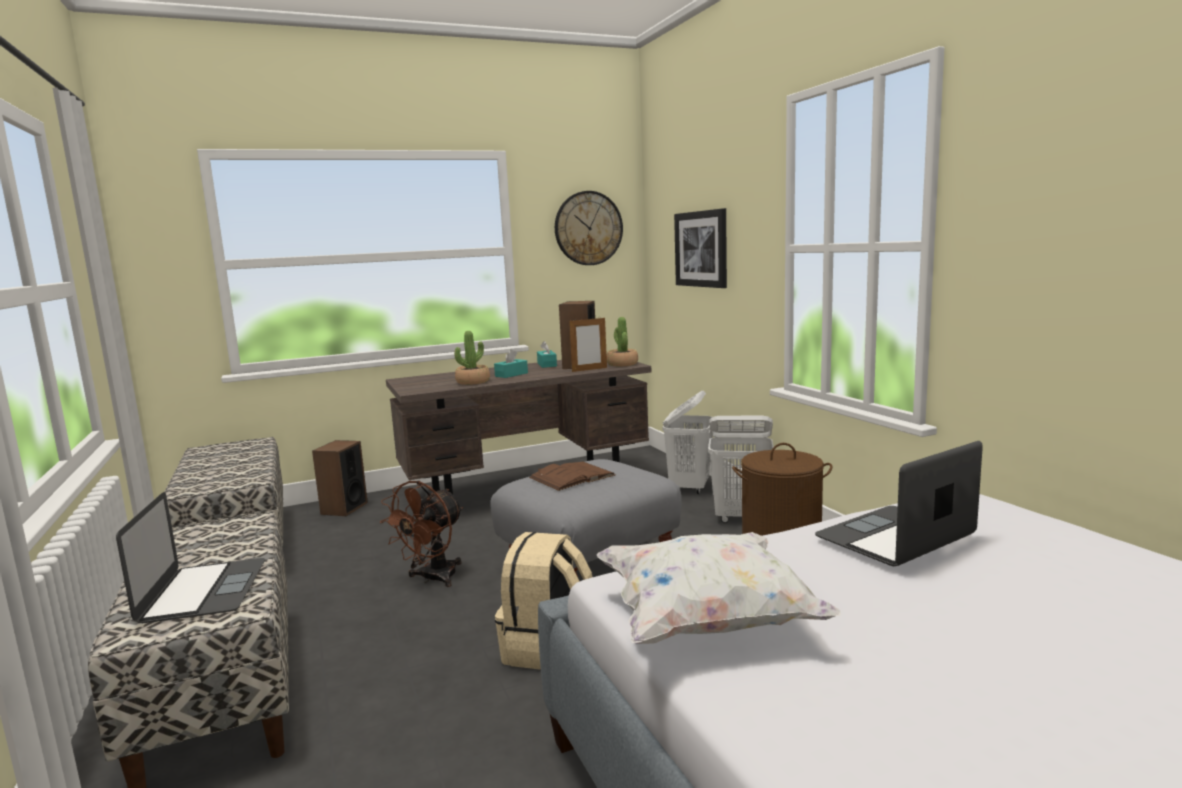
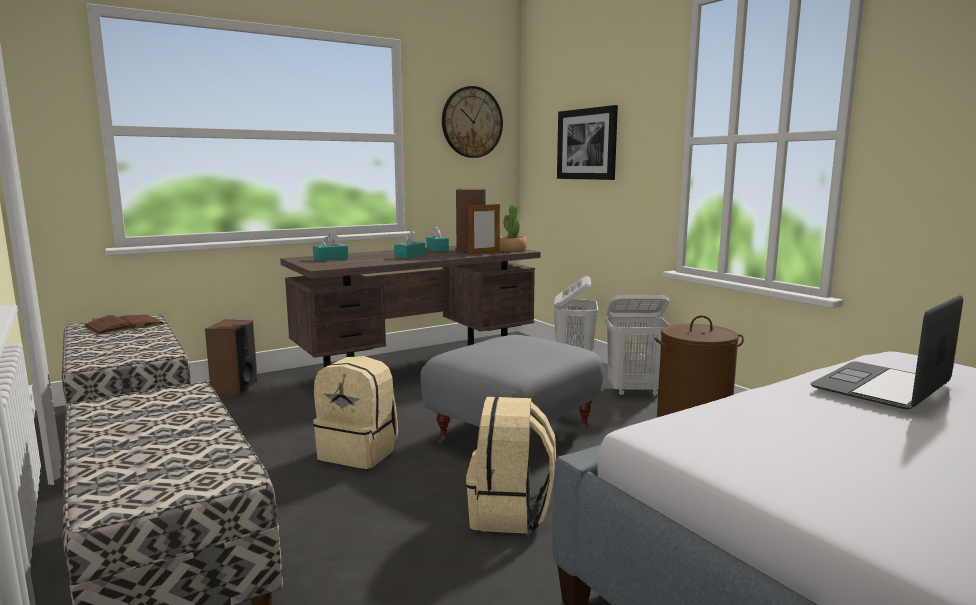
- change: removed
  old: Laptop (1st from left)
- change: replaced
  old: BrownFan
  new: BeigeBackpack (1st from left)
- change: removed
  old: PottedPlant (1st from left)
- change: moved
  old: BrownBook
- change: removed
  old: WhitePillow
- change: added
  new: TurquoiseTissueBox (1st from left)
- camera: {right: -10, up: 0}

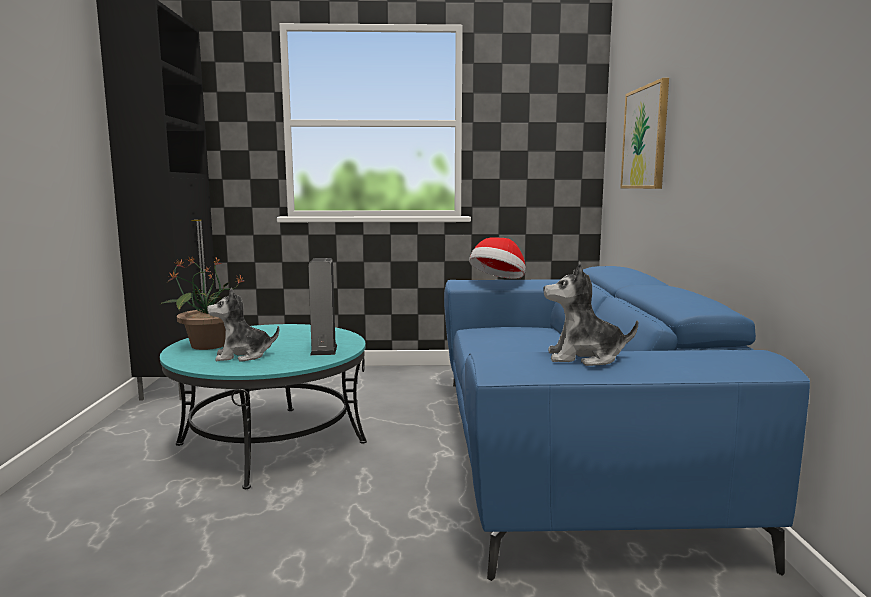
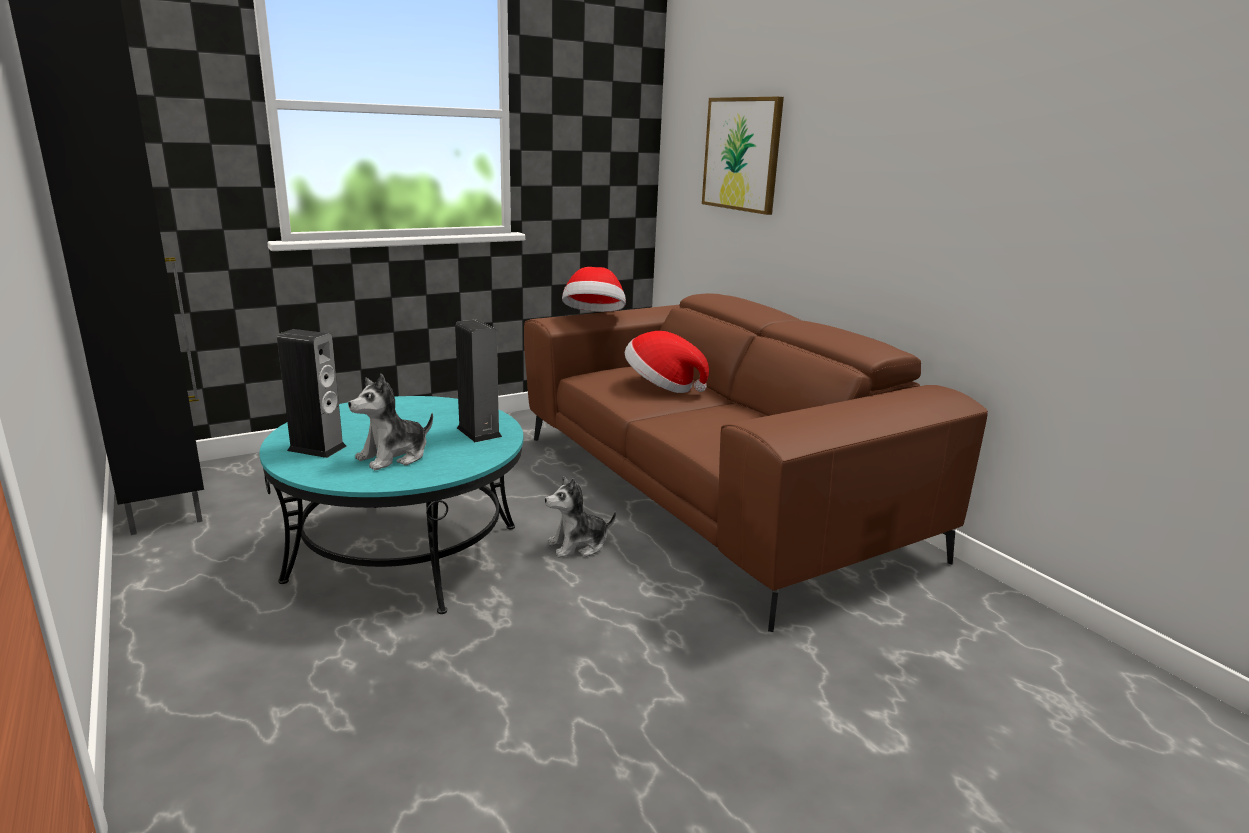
- change: replaced
  old: PottedPlant
  new: Speaker (1st from left)
- change: recoloured
  old: BlueSofa
  new: BrownSofa
- change: moved
  old: PlushToy (2nd from left)
- change: added
  new: Hat (2nd from left)
- camera: {right: -30, up: 10}

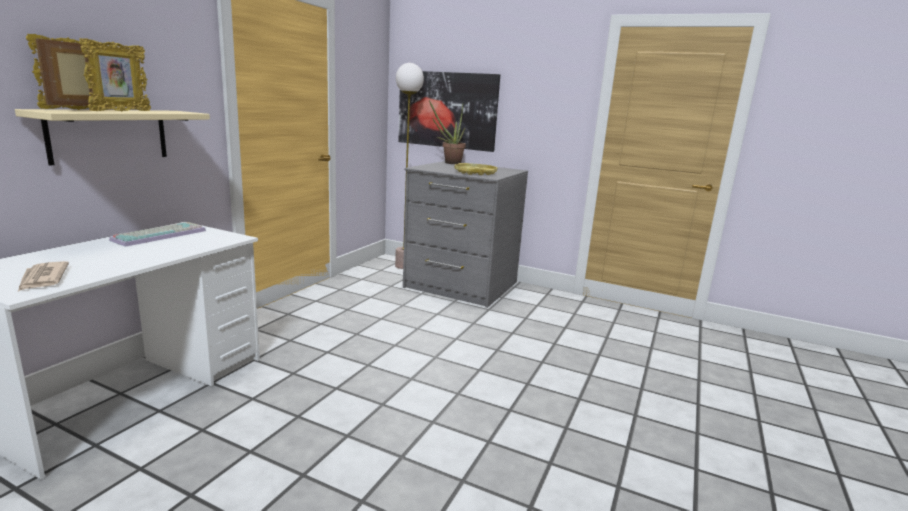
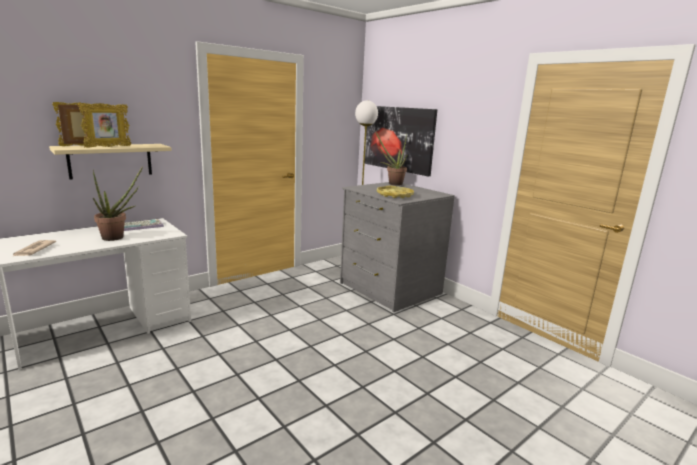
- change: added
  new: PottedPlant (1st from left)
- camera: {right: 25, up: 0}

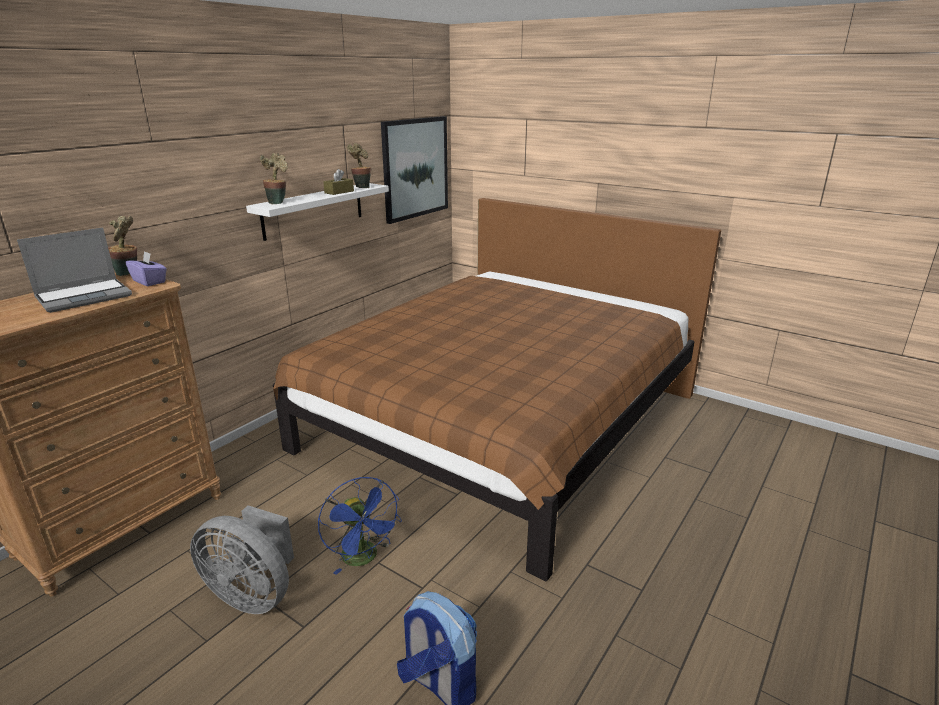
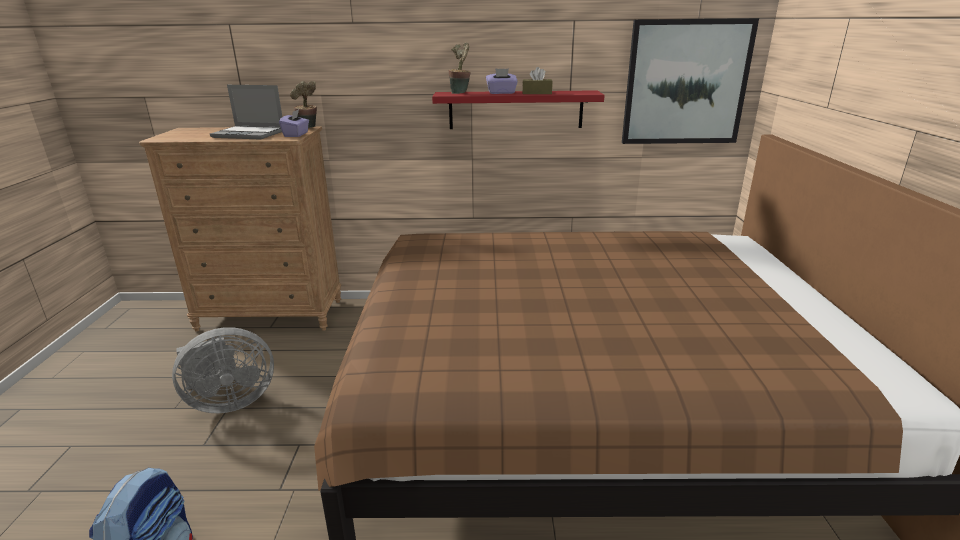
- change: turned
  old: GreyFan
  degrees: -105
- change: recoloured
  old: WhiteShelf
  new: RedShelf
- change: removed
  old: BlueFan
- change: removed
  old: PottedPlant (3rd from left)
- change: added
  new: PurpleTissueBox (2nd from left)
- camera: {right: 55, up: 0}

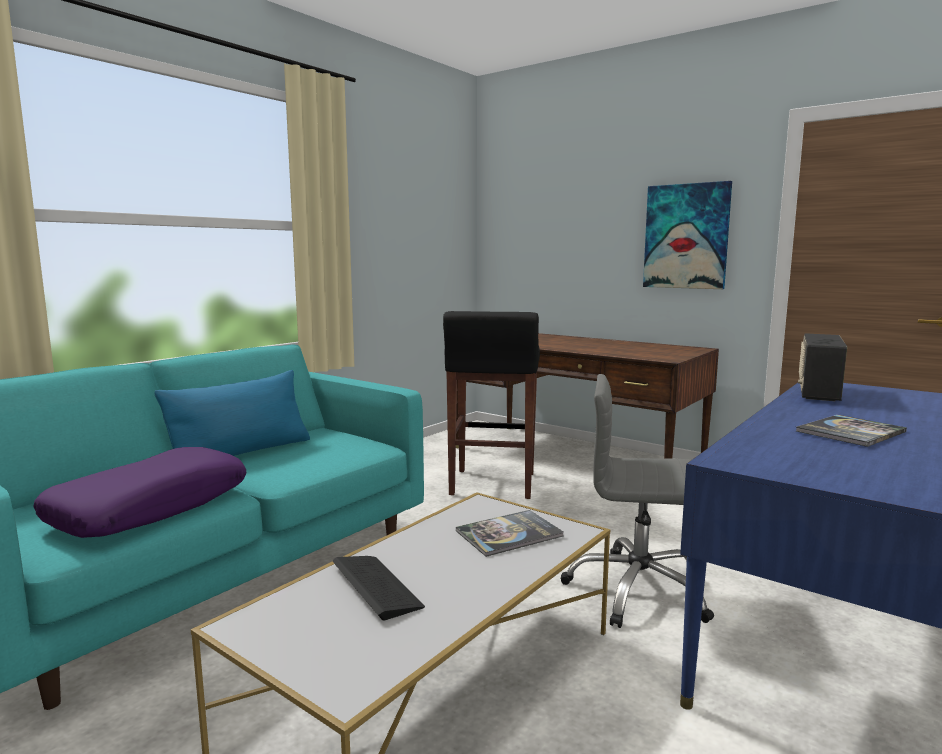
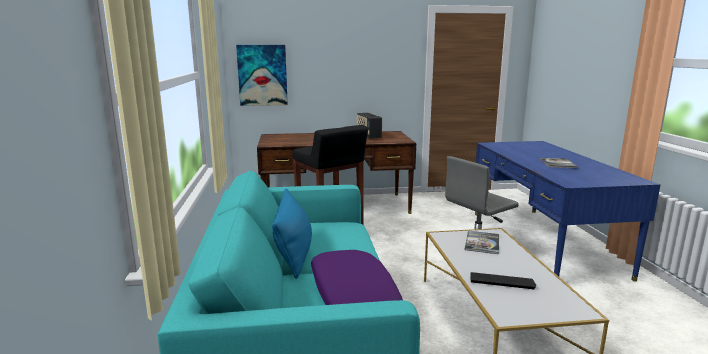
- change: moved
  old: Picture
- change: moved
  old: Radio
- camera: {right: -45, up: 5}

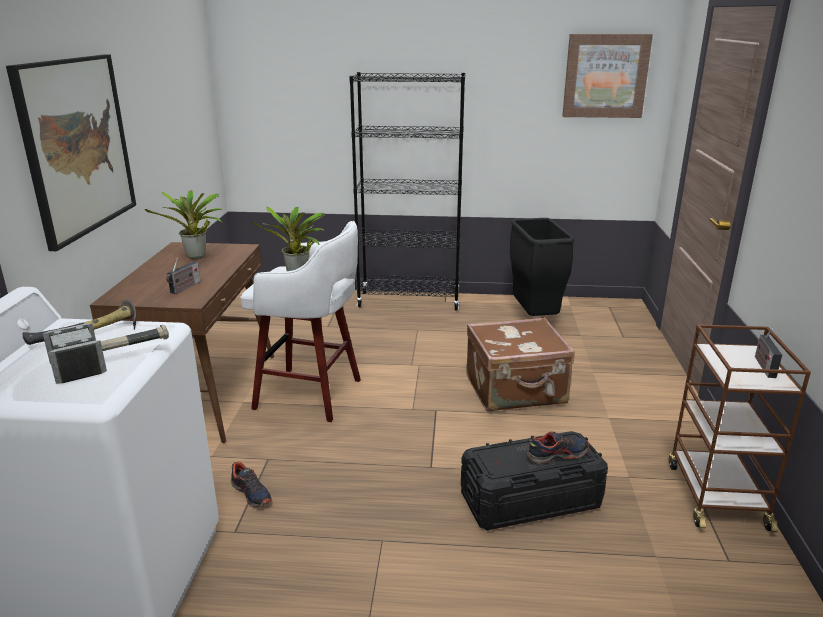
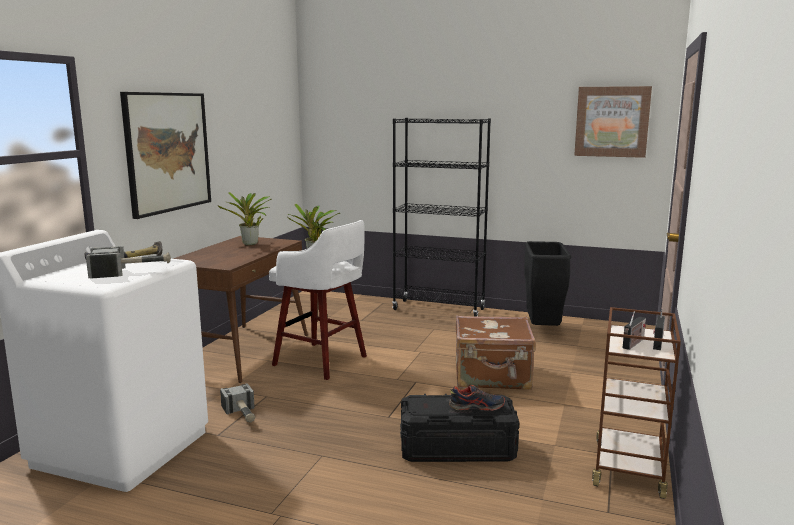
- change: moved
  old: Radio (1st from left)
- change: replaced
  old: Shoe (1st from left)
  new: Hammer (3rd from left)
- camera: {right: 15, up: -10}

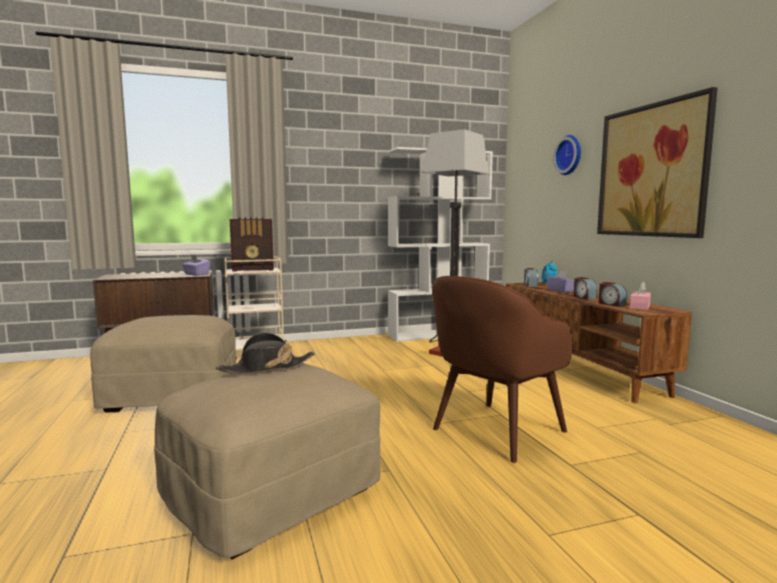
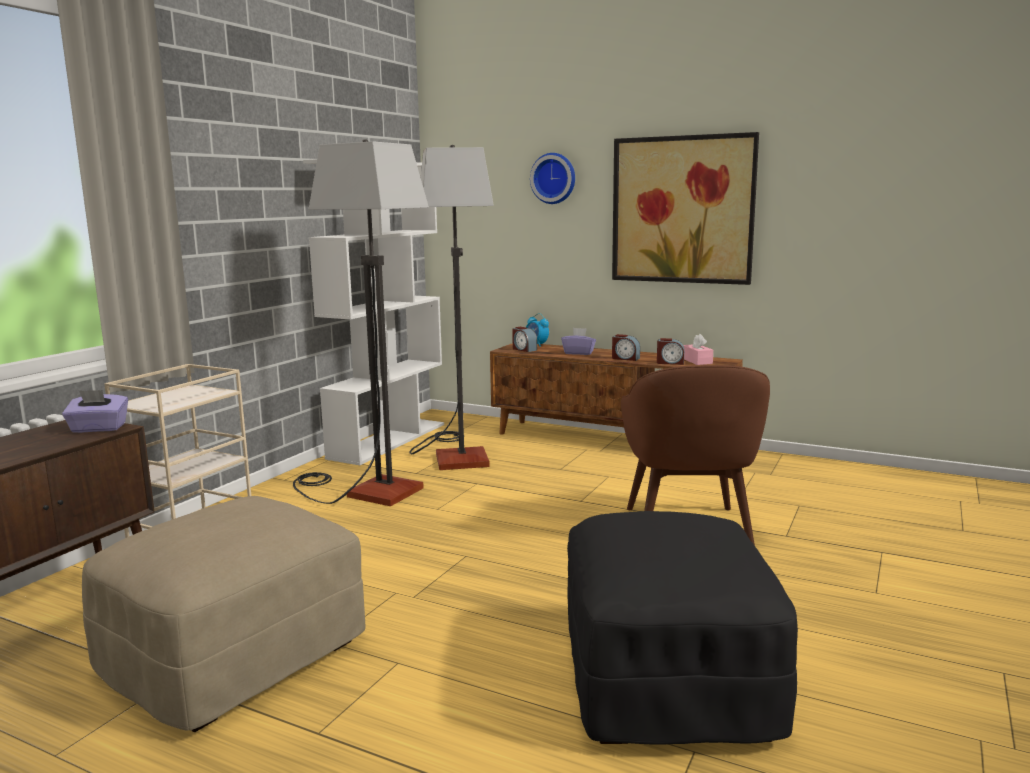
- change: recoloured
  old: BeigeOttoman (2nd from left)
  new: BlackOttoman
- change: removed
  old: BlackHat
- change: removed
  old: Radio
- change: added
  new: FloorLamp (1st from left)
- camera: {right: -45, up: 5}

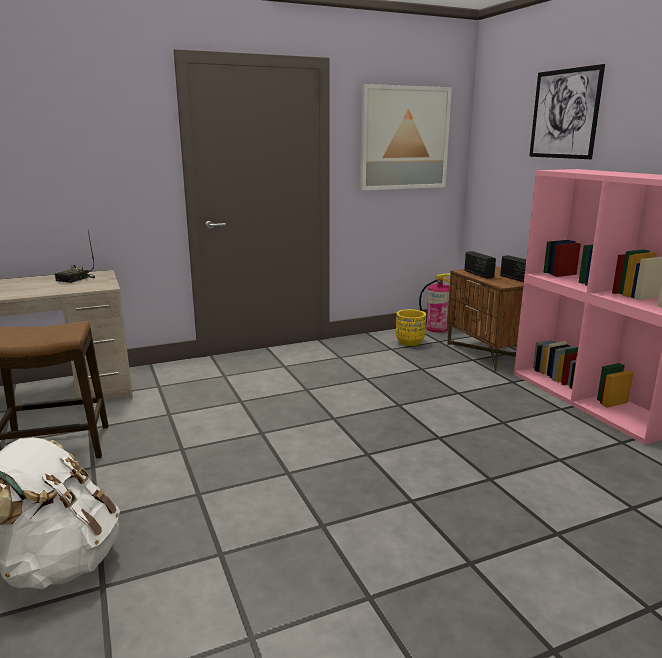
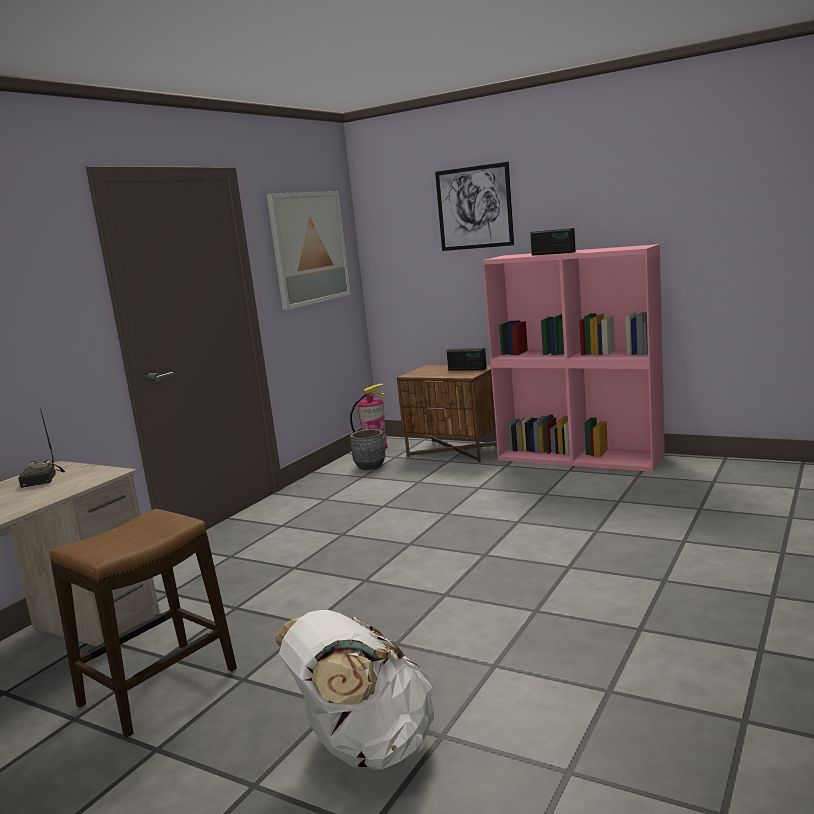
- change: recoloured
  old: YellowPlanter
  new: GreyPlanter
- change: moved
  old: Radio (2nd from left in the first image)
  new: Radio (3rd from left)
- camera: {right: -35, up: -5}

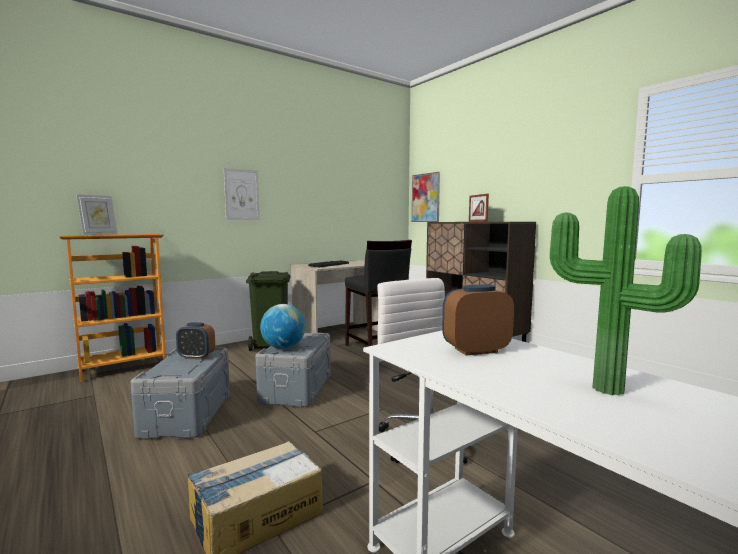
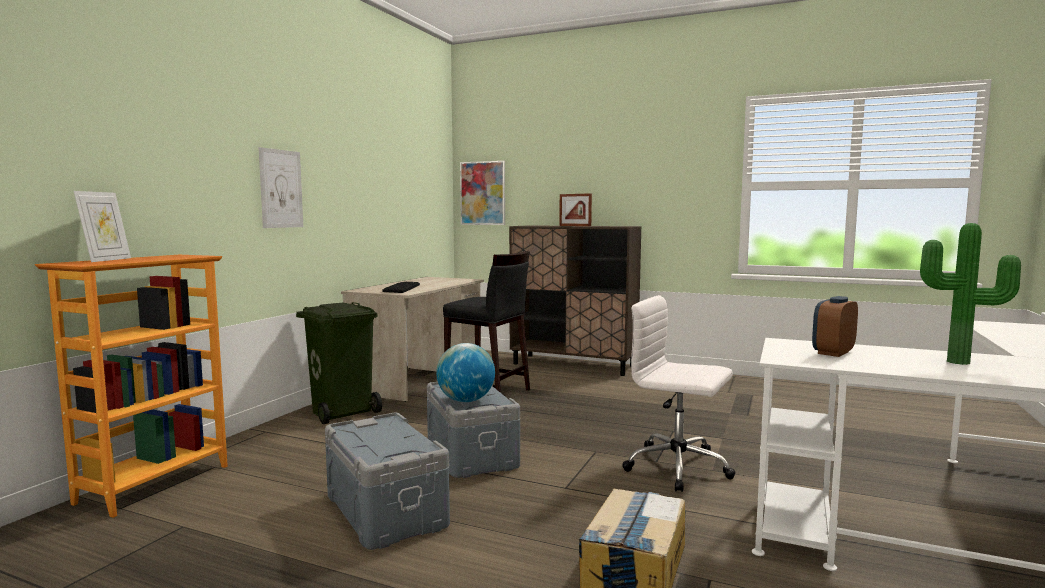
- change: removed
  old: AlarmClock (1st from left)
- camera: {right: -30, up: 0}

